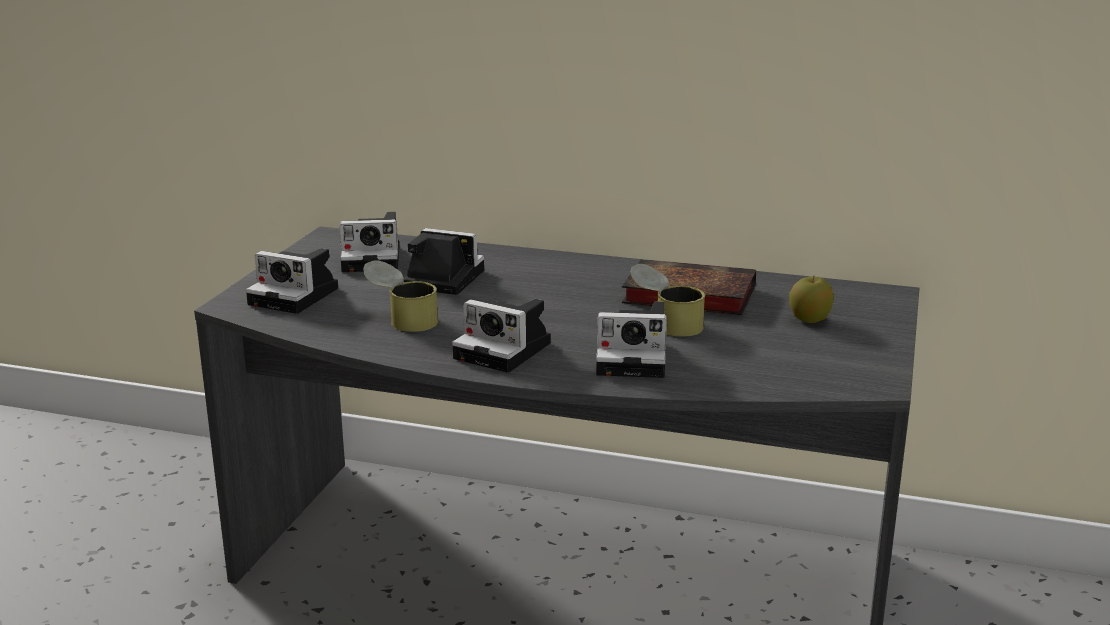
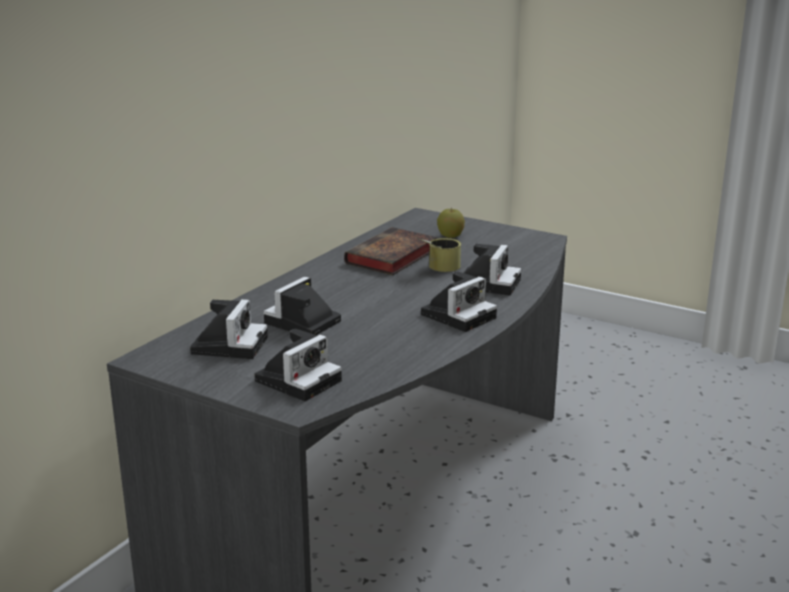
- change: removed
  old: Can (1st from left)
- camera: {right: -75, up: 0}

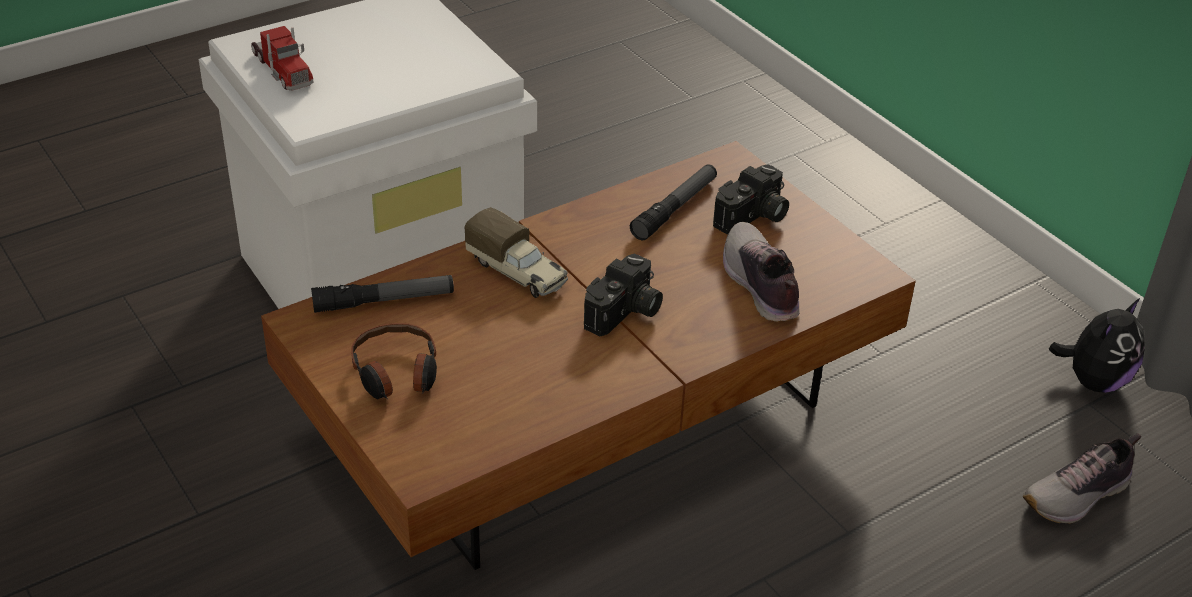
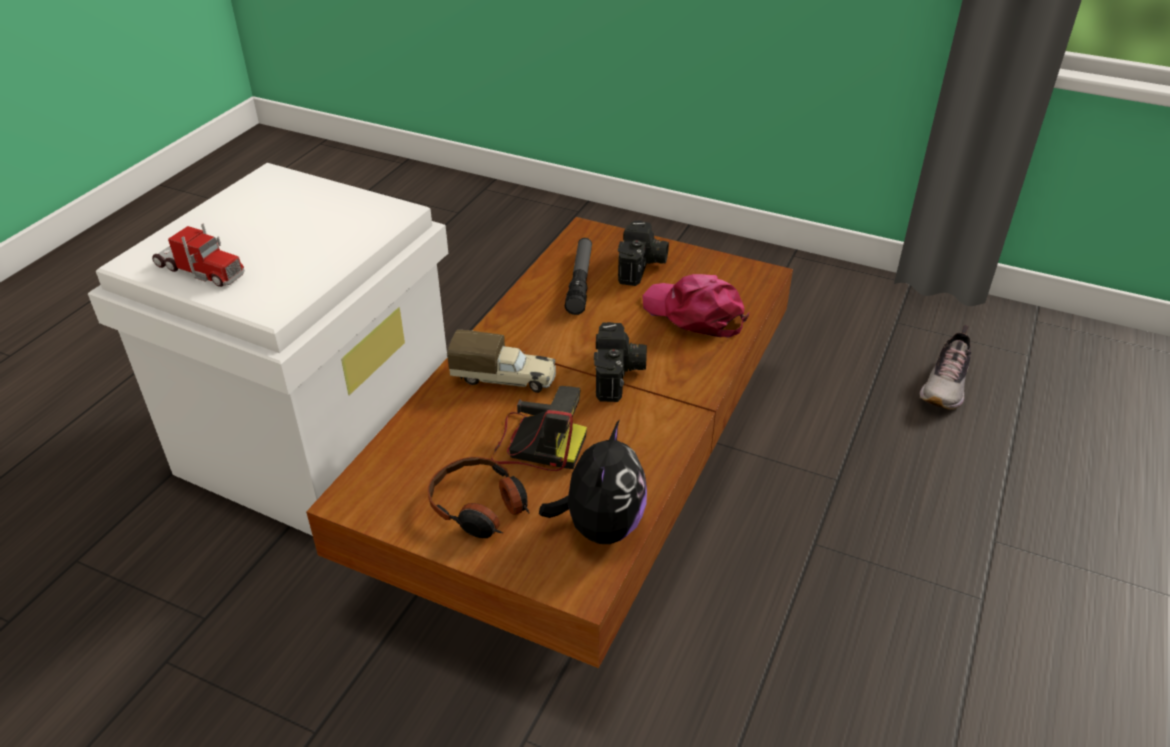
- change: removed
  old: Flashlight (1st from left)
- change: replaced
  old: Shoe (1st from left)
  new: PinkCap
- change: moved
  old: PlushToy
- change: added
  new: PhotoCamera (1st from left)
- camera: {right: -30, up: 0}

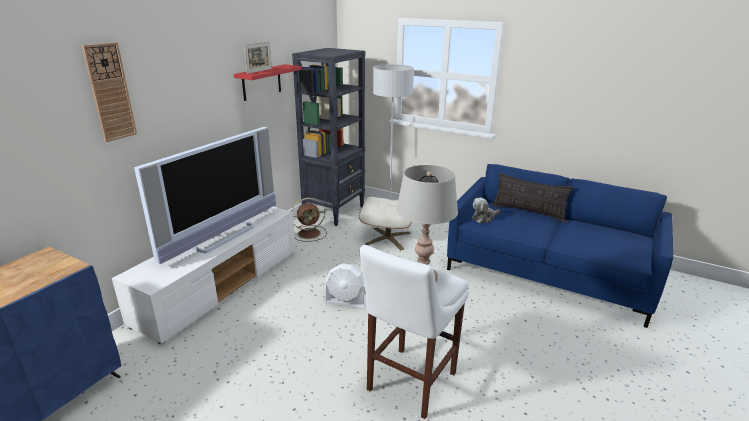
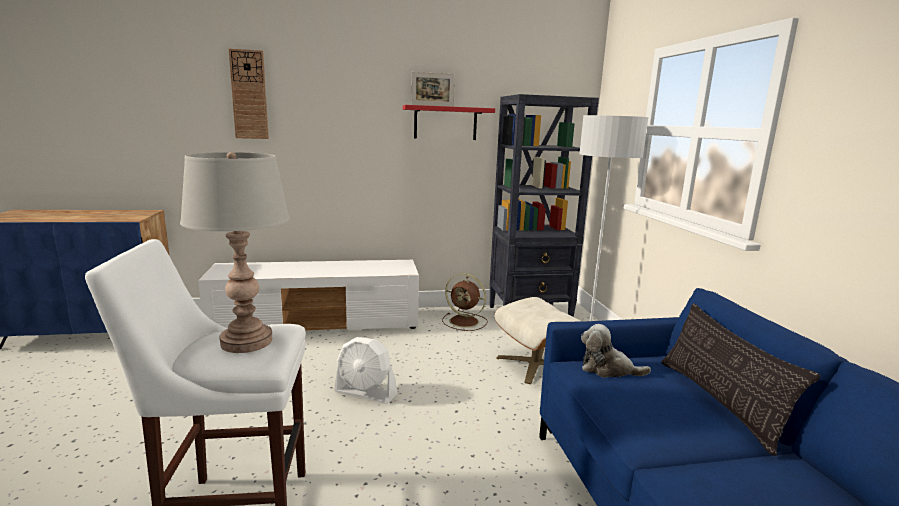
- change: removed
  old: Television
- change: turned
  old: WhiteFan
  degrees: -45
- camera: {right: 50, up: -10}

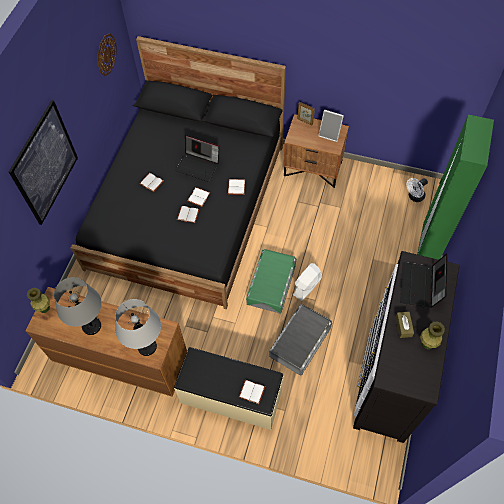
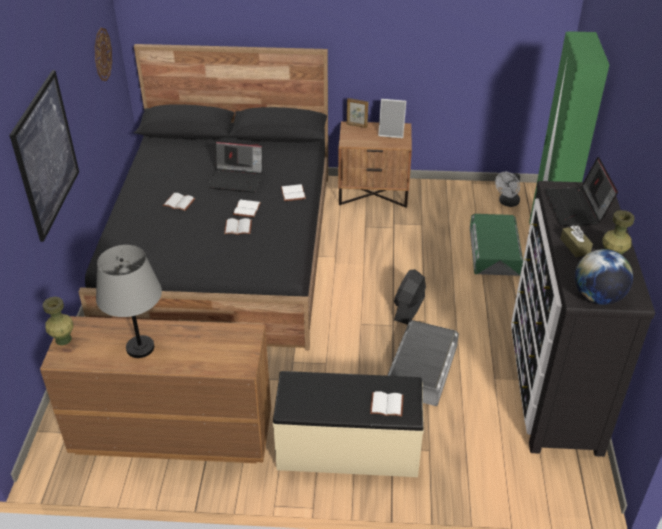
- change: removed
  old: GreyTableLamp (2nd from left)
- change: moved
  old: GreenStorageBox
- change: recoloured
  old: WhiteFan (1st from left)
  new: BlackFan
- change: added
  new: Globe
- camera: {right: -15, up: -20}

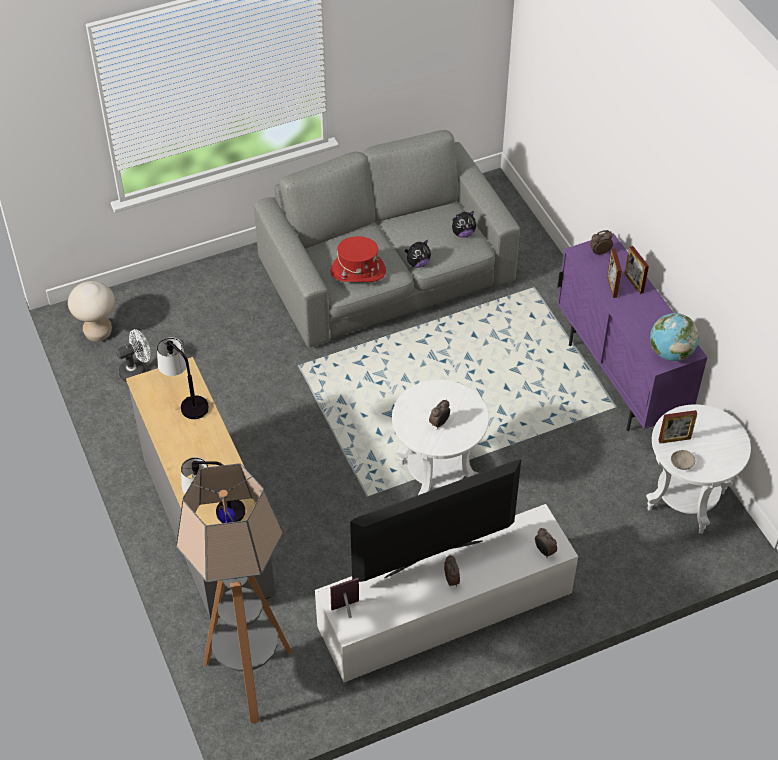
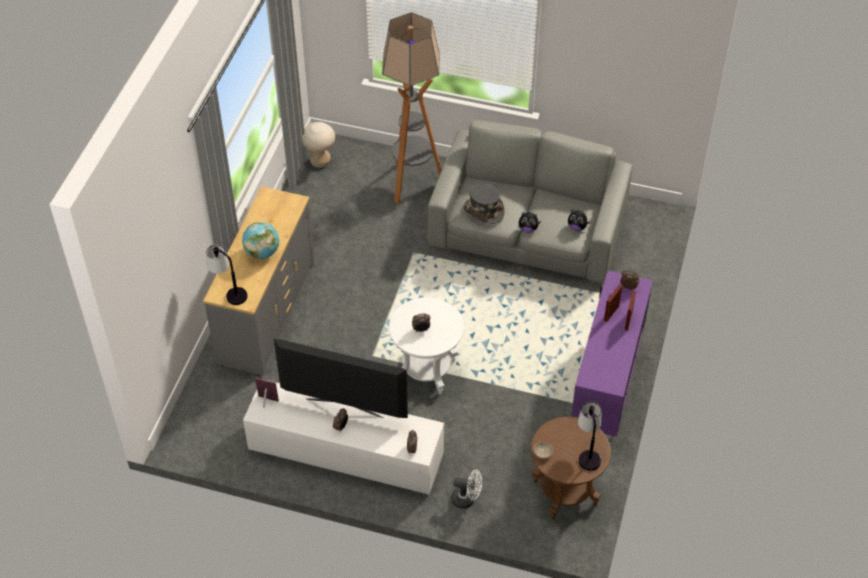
- change: moved
  old: WhiteFan
- change: moved
  old: TableLamp (1st from left in the first image)
  new: TableLamp (2nd from left)
- change: moved
  old: FloorLamp
- change: recoloured
  old: RedHat
  new: GreyHat
- change: recoloured
  old: WhiteSideTable (2nd from left)
  new: BrownSideTable
- change: moved
  old: Globe
- change: removed
  old: PictureFrame (4th from left)
- camera: {right: 40, up: 0}

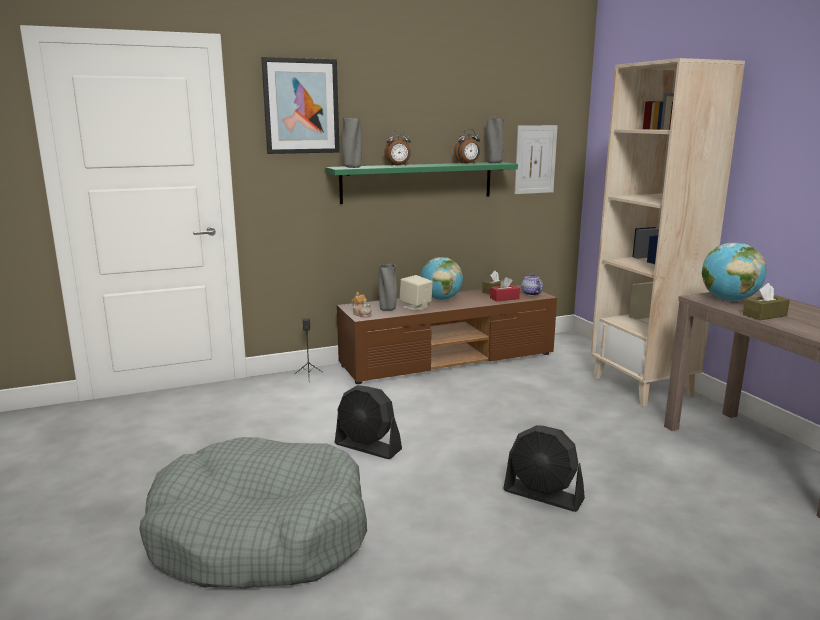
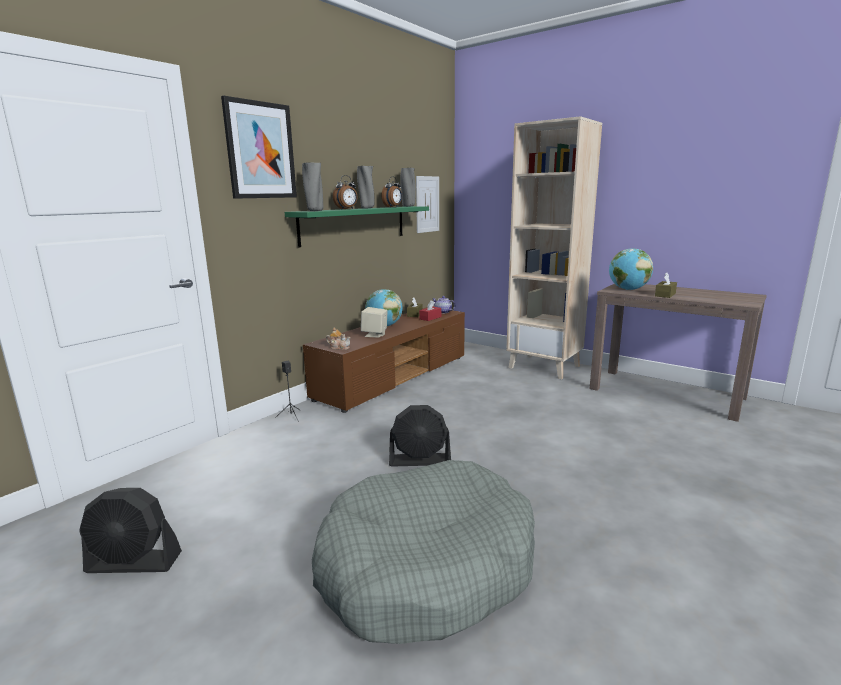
- change: moved
  old: GreyVase (2nd from left)
- change: moved
  old: BlackFan (2nd from left in the first image)
  new: BlackFan (1st from left)
- camera: {right: -30, up: 0}

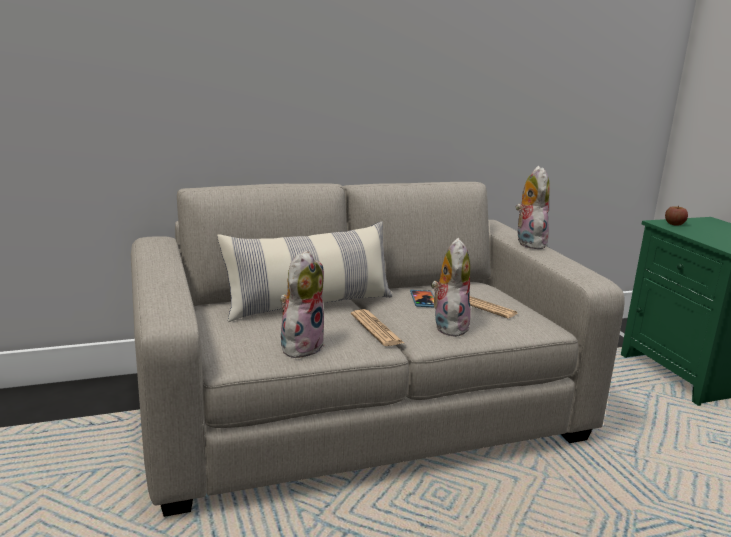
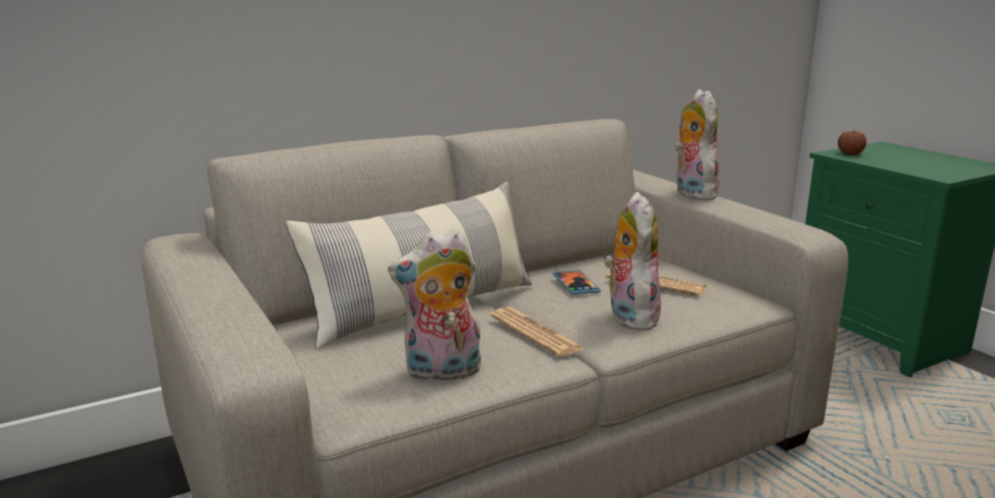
- change: turned
  old: PlushToy (1st from left)
  degrees: -120
- camera: {right: -10, up: 0}

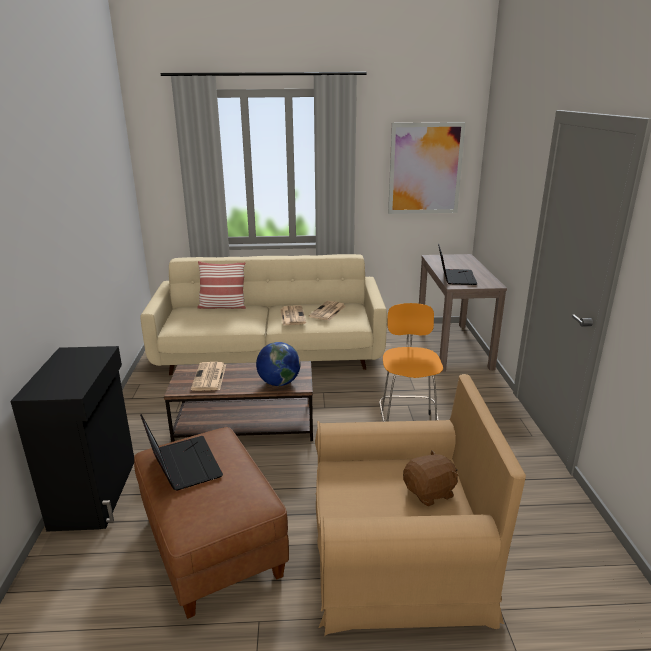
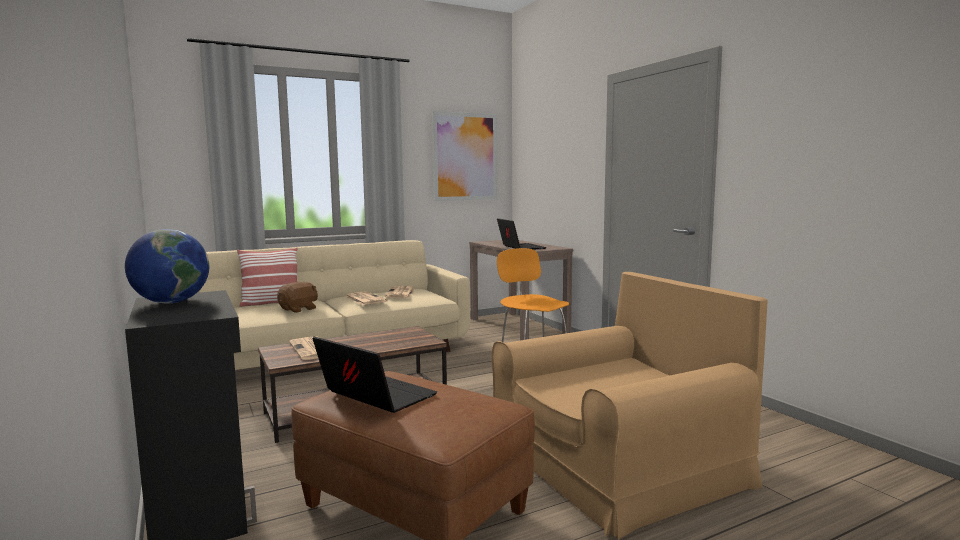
- change: moved
  old: Globe
- change: moved
  old: BrownPlushToy
- camera: {right: -25, up: -15}

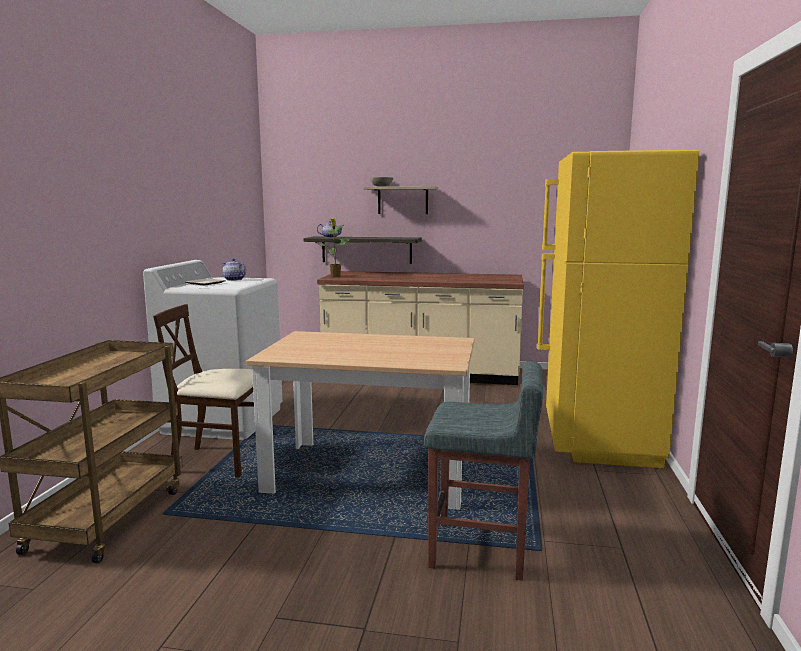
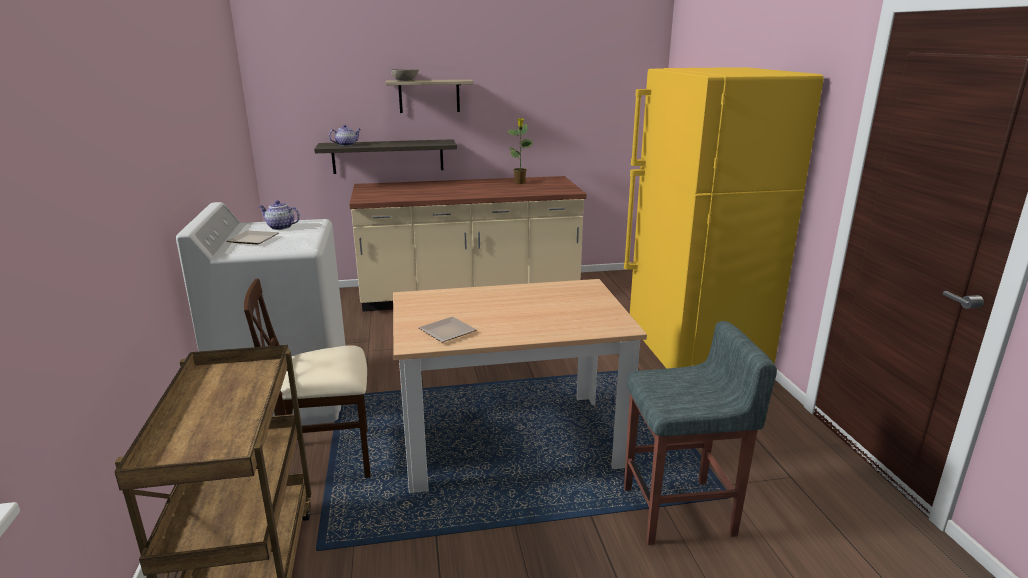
- change: moved
  old: PottedPlant
- change: added
  new: Plate (2nd from left)
- camera: {right: -20, up: 10}

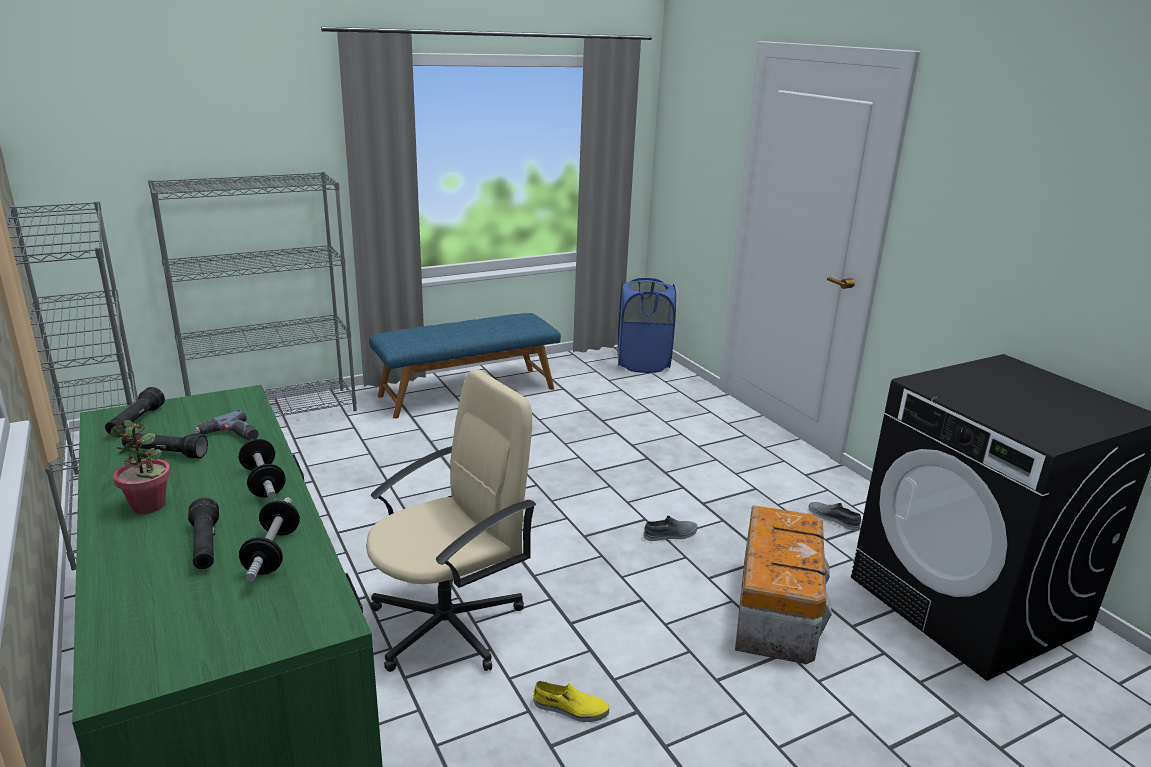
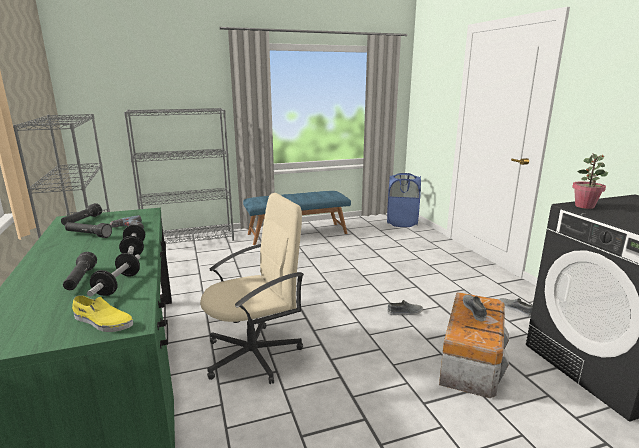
- change: moved
  old: PottedPlant
- change: moved
  old: YellowShoe
- change: added
  new: GreyShoe (2nd from left)
- camera: {right: 10, up: -5}

